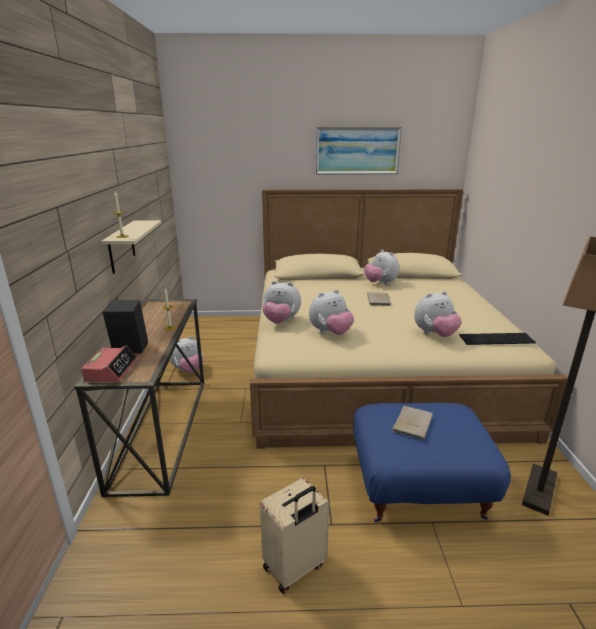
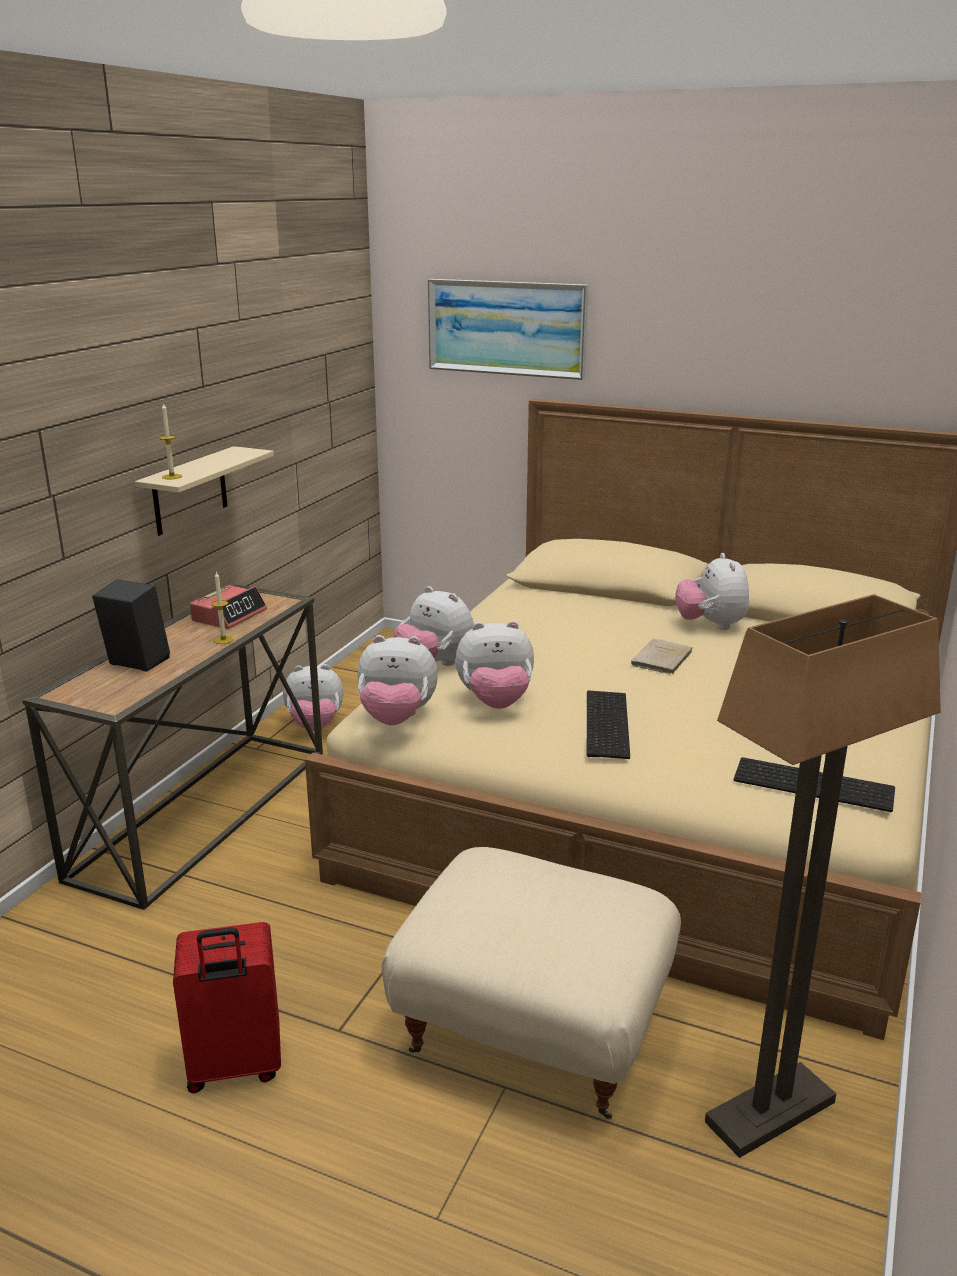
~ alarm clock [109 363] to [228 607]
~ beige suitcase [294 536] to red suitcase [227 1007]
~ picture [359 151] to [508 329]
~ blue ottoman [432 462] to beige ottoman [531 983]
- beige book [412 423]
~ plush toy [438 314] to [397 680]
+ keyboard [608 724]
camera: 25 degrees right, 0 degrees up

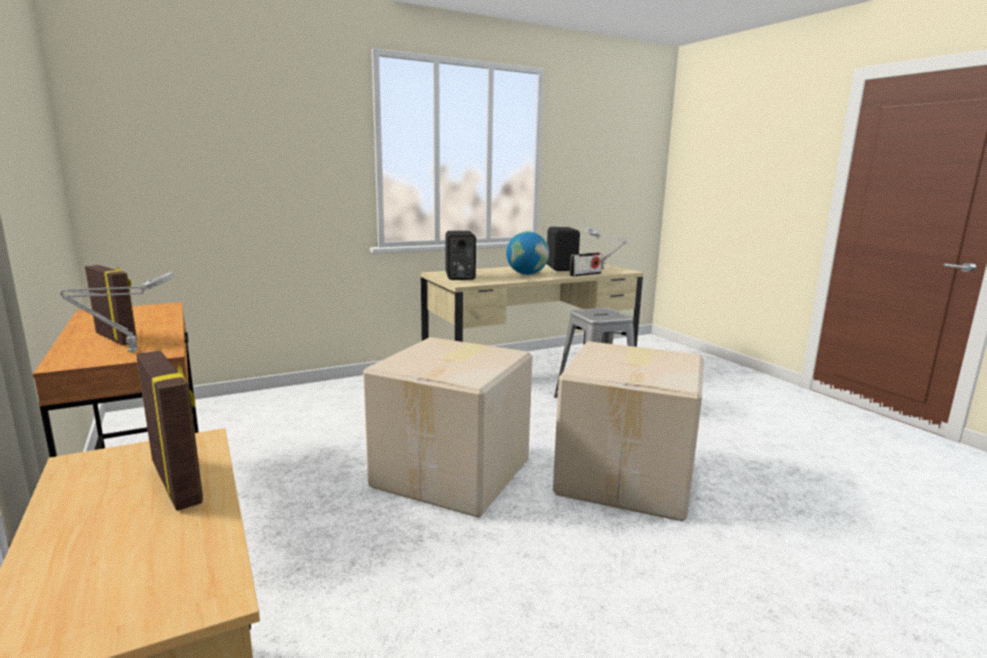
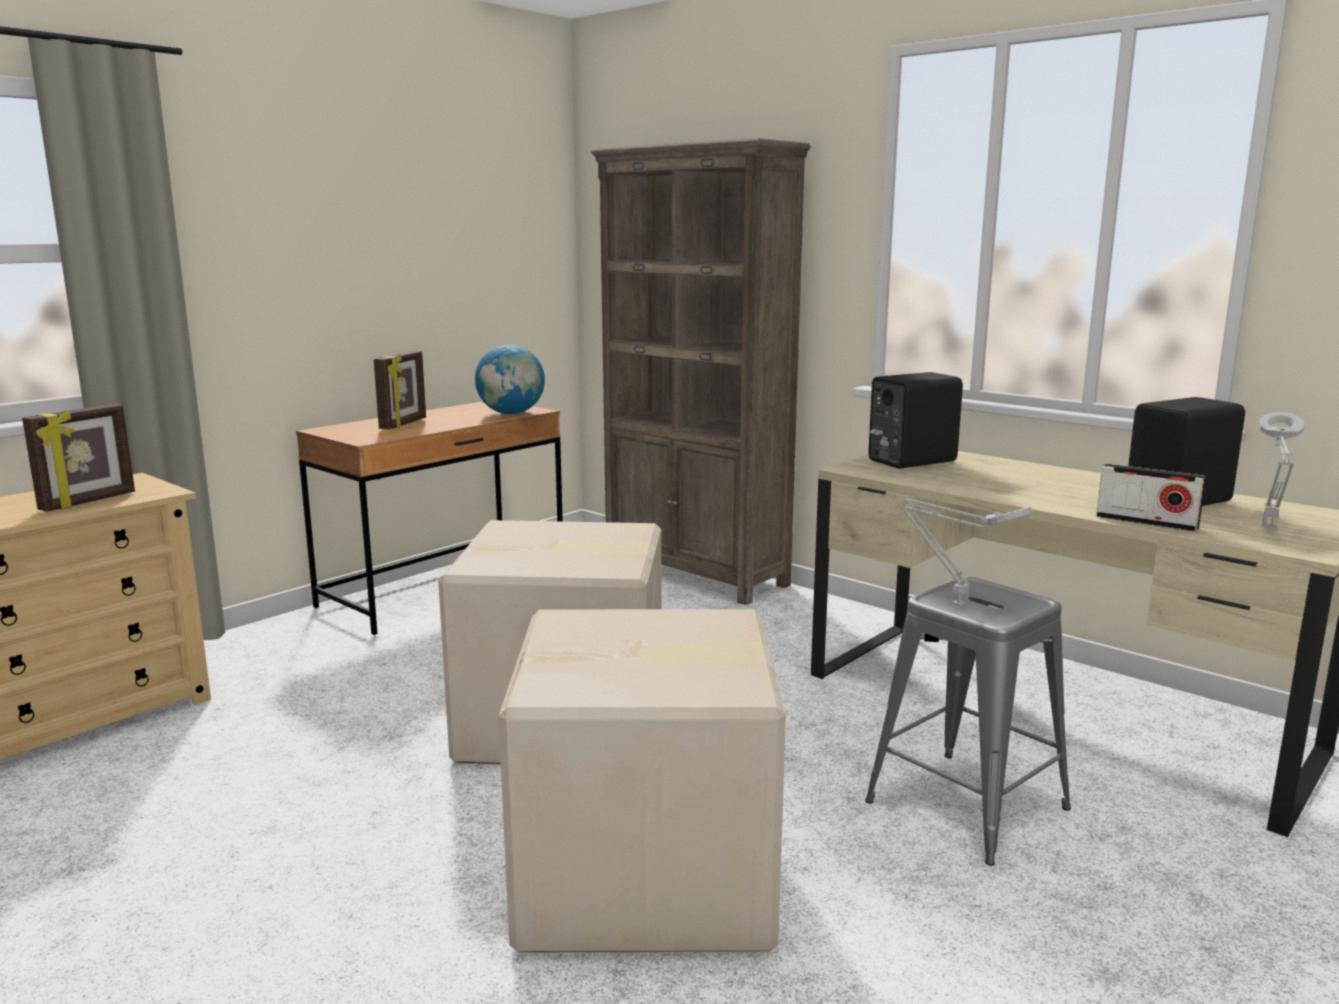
~ grey table lamp [117 312] to [967 552]
~ globe [527 253] to [510 379]
+ brown bookcase [701 371]
camera: 70 degrees right, 0 degrees up

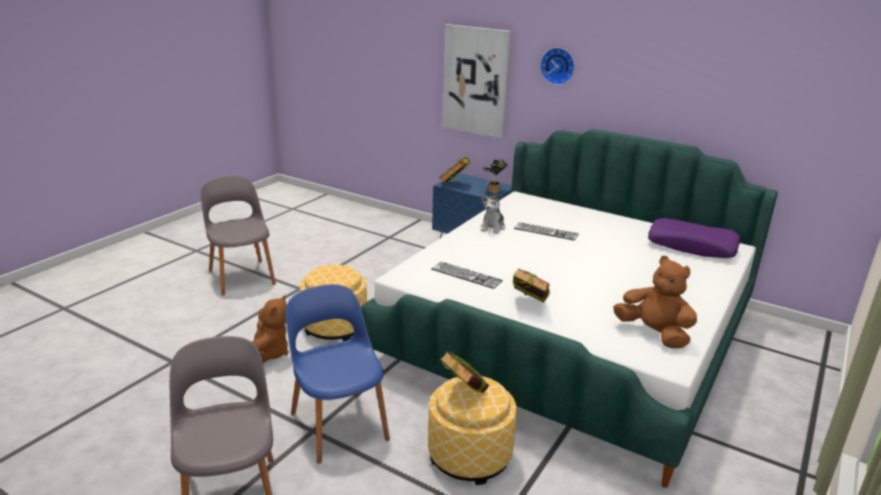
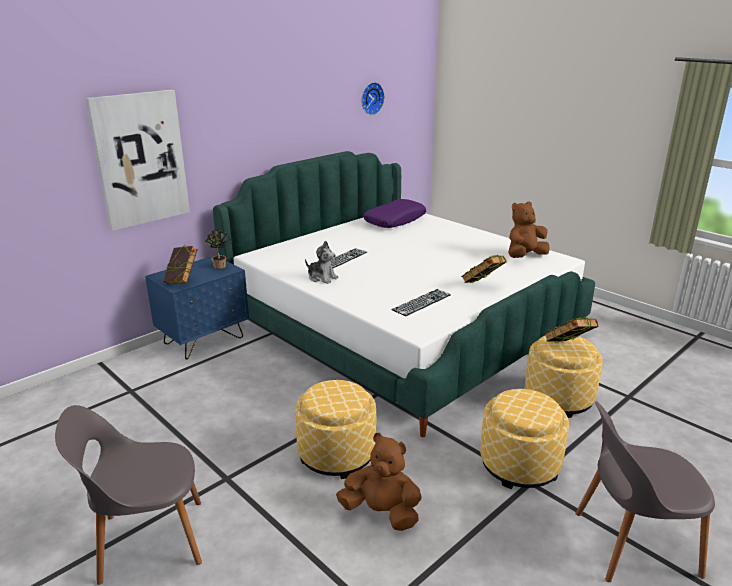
~ blue chair [337 374] to ottoman [524 439]
~ wall clock [557 66] to [373 98]
camera: 75 degrees left, 0 degrees up

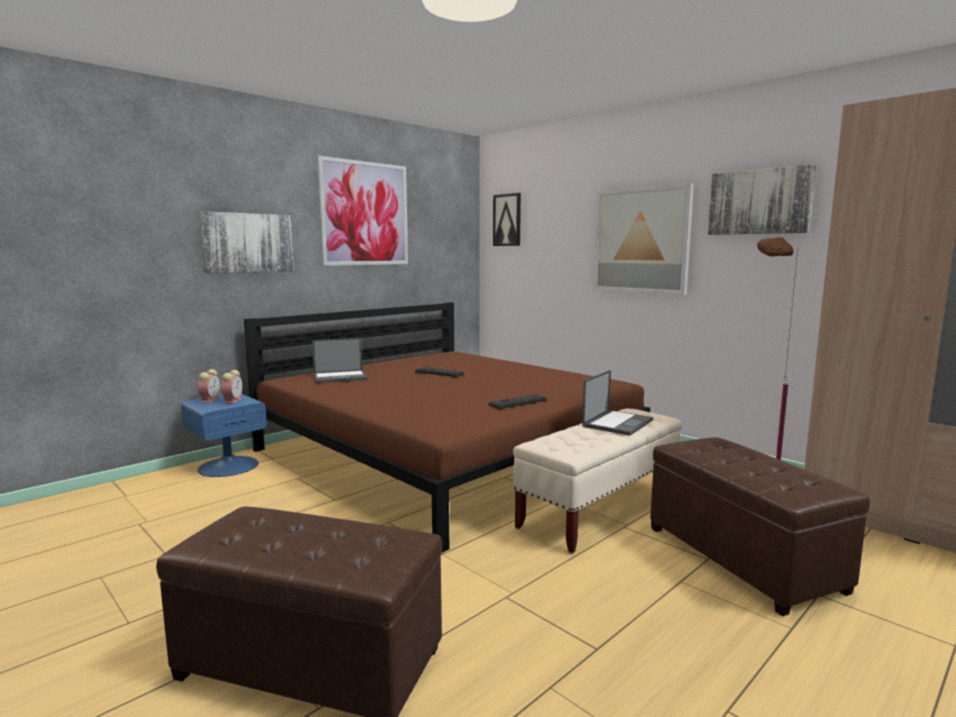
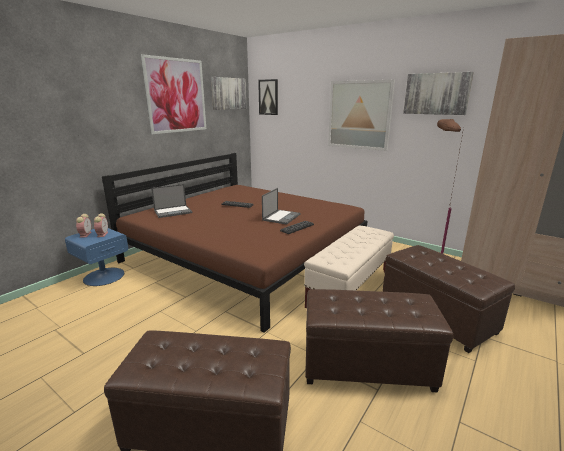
~ picture [246 242] to [229 93]
~ laptop [617 403] to [281 206]
+ brown ottoman [379 340]
camera: 10 degrees left, 10 degrees up

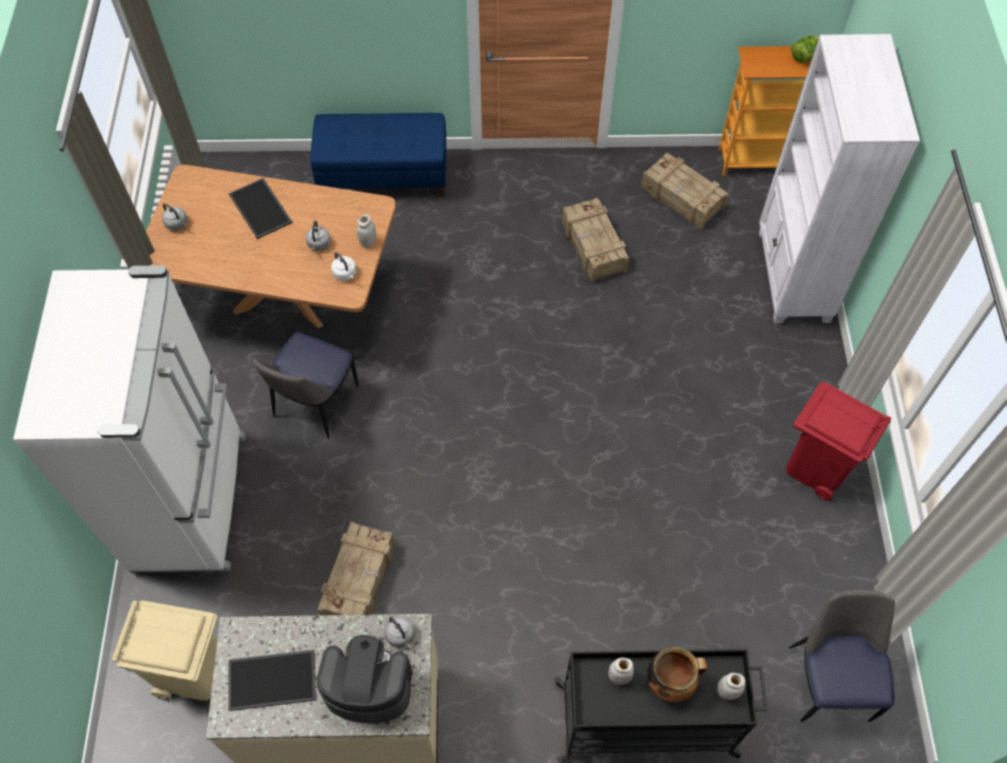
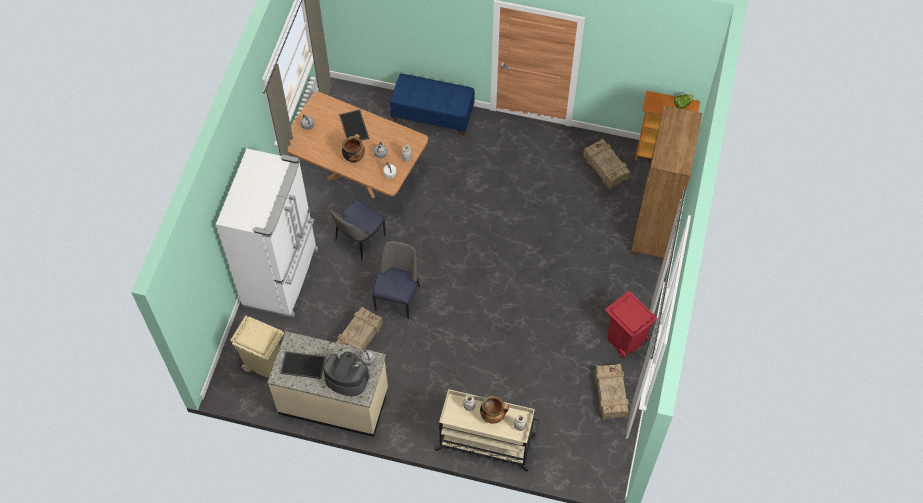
~ black cart [661 706] to beige cart [487 430]
~ crate [595 240] to [612 392]
~ white bookcase [839 179] to brown bookcase [667 183]
~ chair [842 656] to [396 280]
+ cooking pot [353 148]
camera: 15 degrees right, 0 degrees up

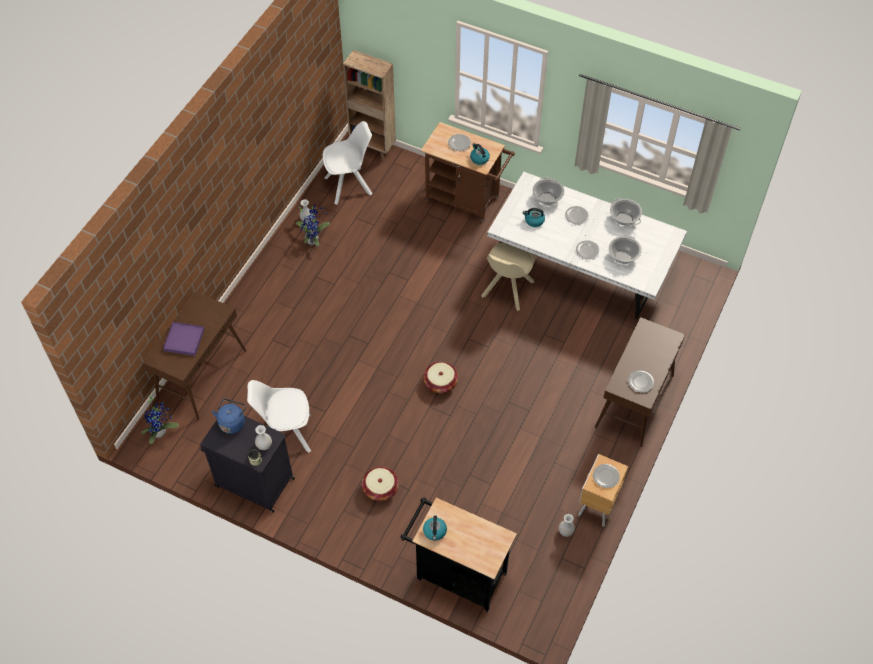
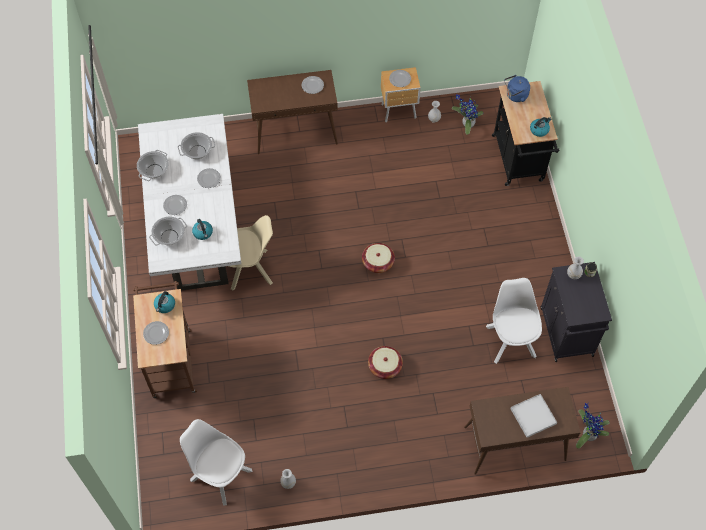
~ purple tray [183 339] to white tray [533 416]
~ blue kettle [229 416] to [517 88]
~ white chair [279 416] = [514 321] 150 degrees counterclockwise
~ potted plant [313 225] to [467 114]
- brown bookcase [369 105]
~ basket [380 484] to [385 362]
camera: 125 degrees left, 5 degrees up

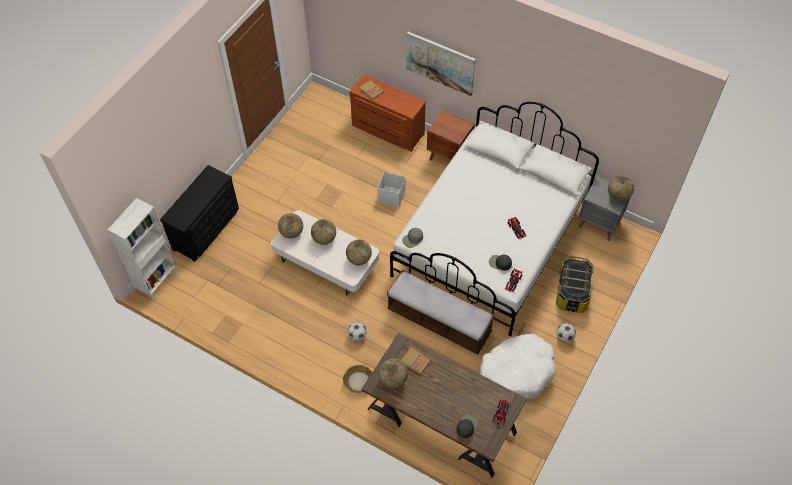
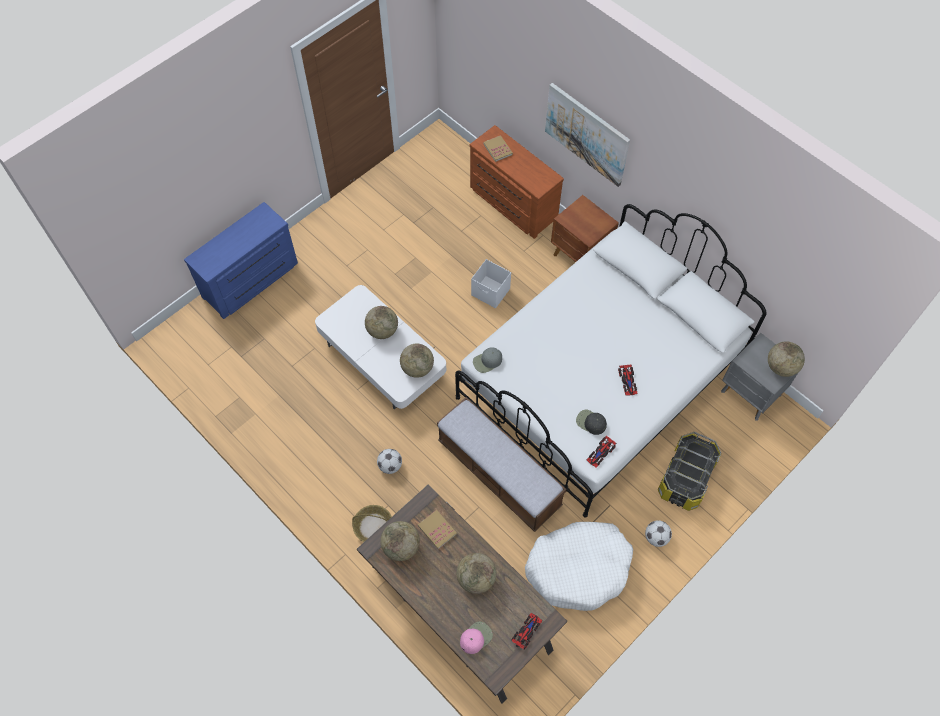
- white bookcase [142 249]
~ black dresser [199 213] to blue dresser [241 260]
~ globe [290 225] to [477 573]
~ black cap [467 426] to pink cap [476 637]
camera: 15 degrees right, 5 degrees up

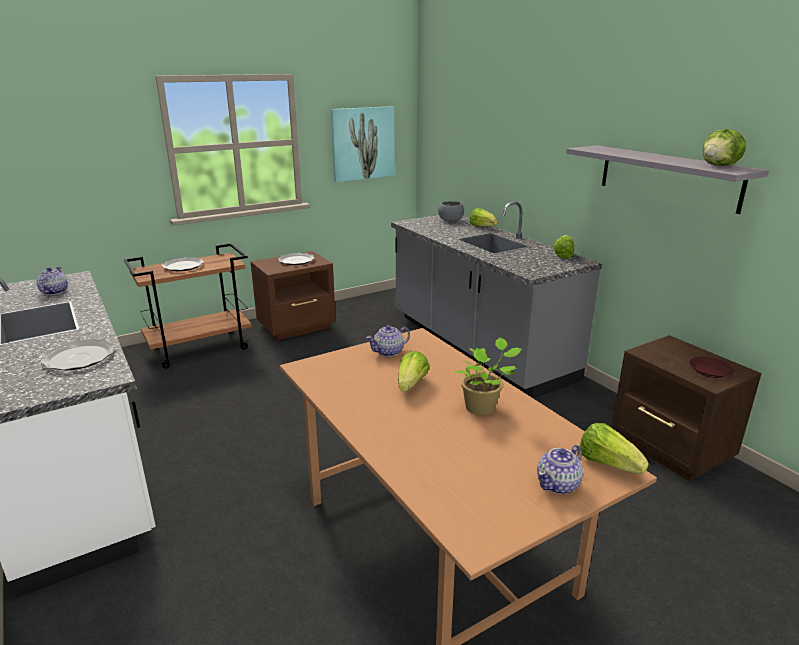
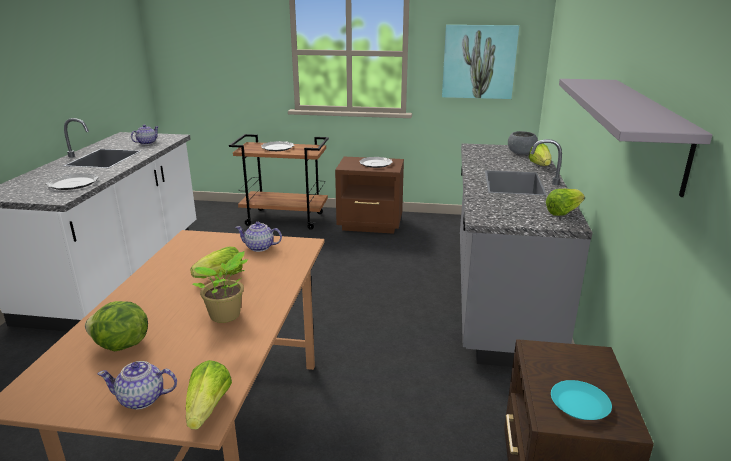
~ brown plate [711 367] to turquoise plate [581 400]
~ lettuce [724 147] to [116 326]
camera: 40 degrees right, 0 degrees up

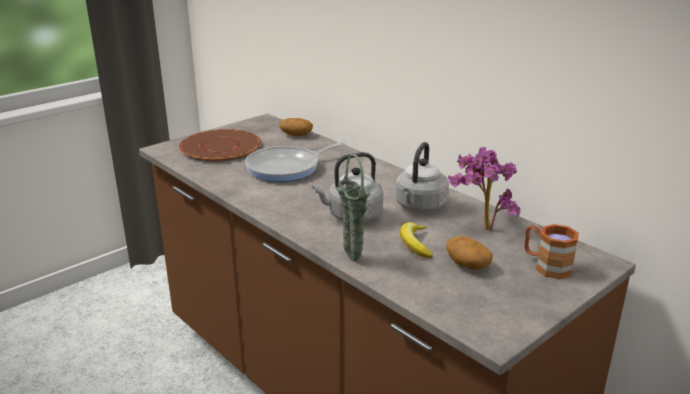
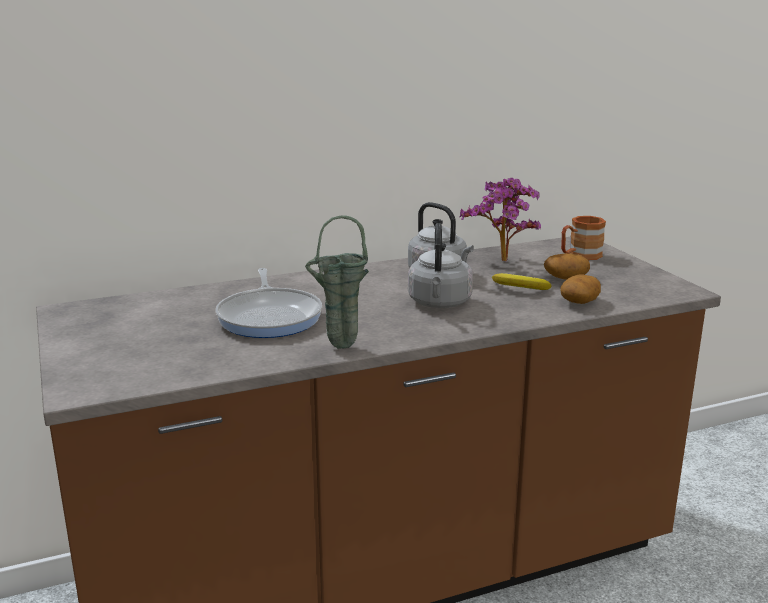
- brown plate [220 145]
~ potato [296 127] to [580 289]
~ green vase [353 207] to [337 282]
camera: 70 degrees left, 5 degrees down

